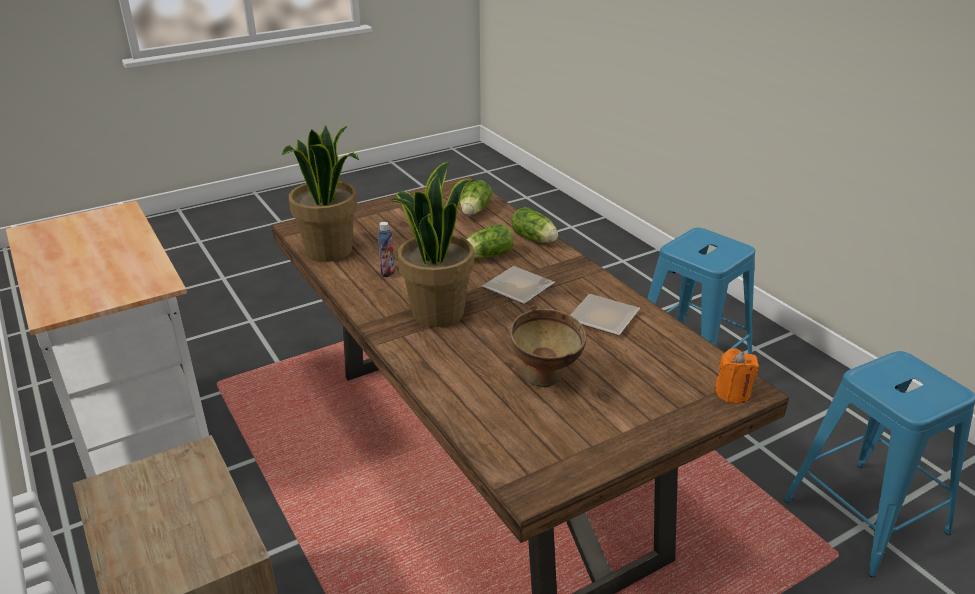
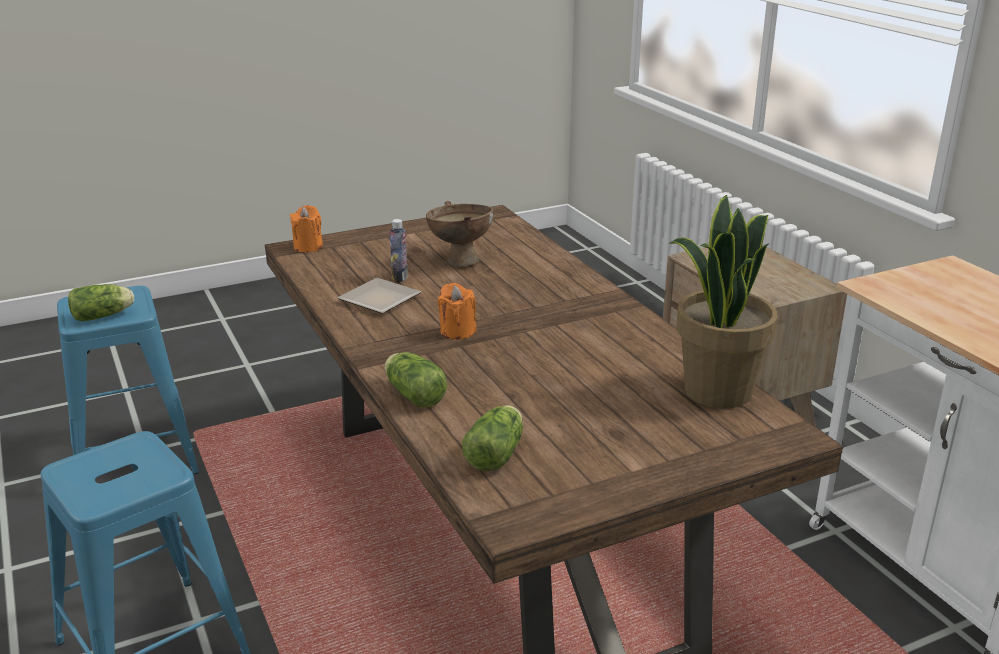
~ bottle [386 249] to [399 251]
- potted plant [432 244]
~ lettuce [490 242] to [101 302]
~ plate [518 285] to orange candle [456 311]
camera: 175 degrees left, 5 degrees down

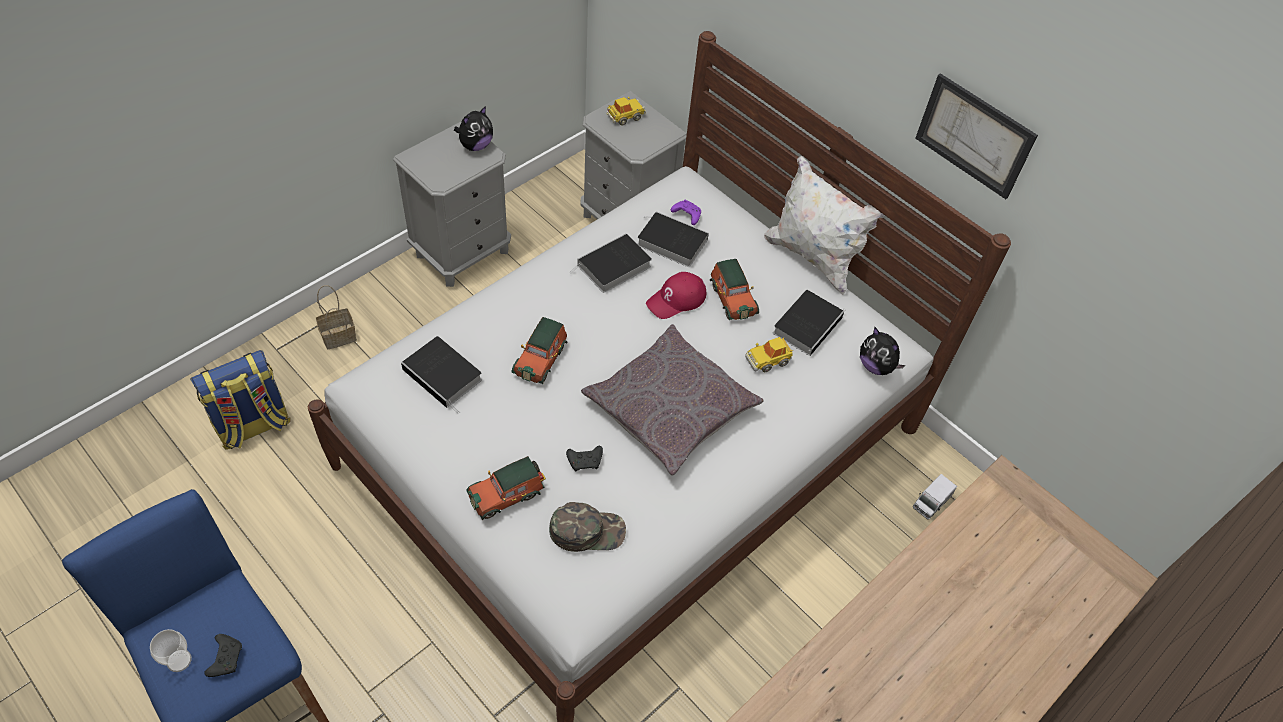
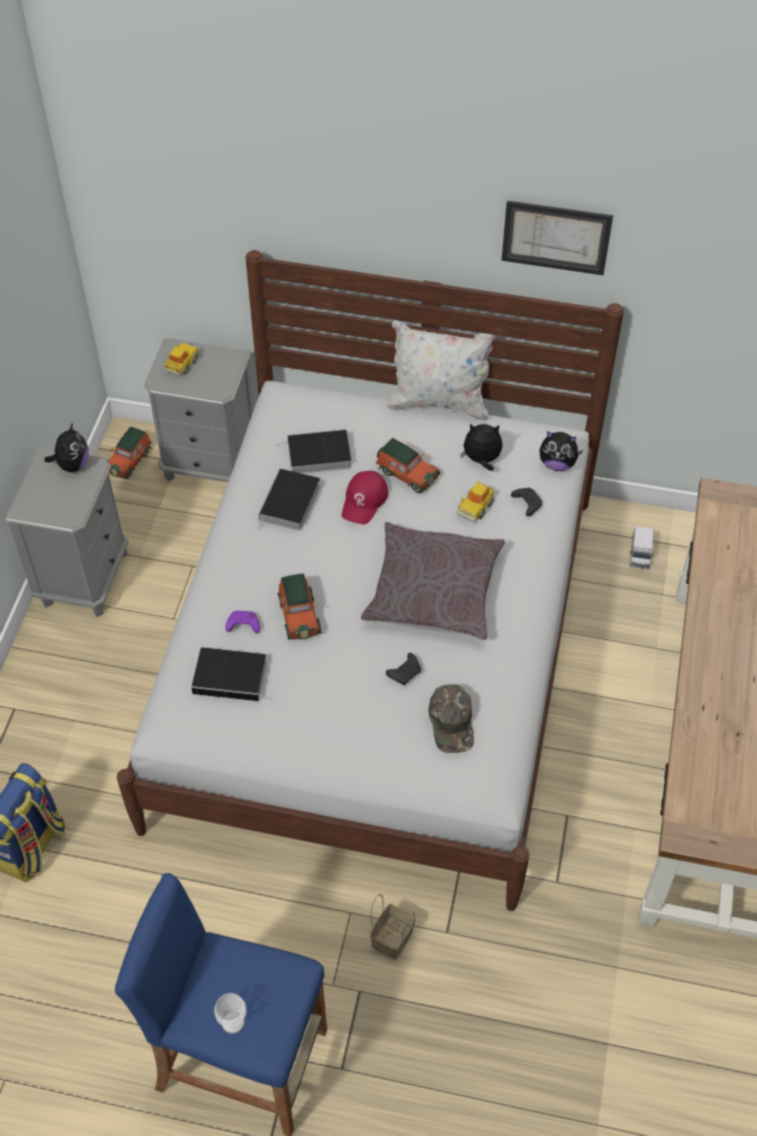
~ black game controller [223 655] to [526 502]
~ basket [336 317] to [392 927]
~ toy car [506 488] to [129 453]
~ green cap [587 527] = [451 718] 120 degrees clockwise
~ purple game controller [686 212] to [242 622]
~ book [809 323] to plush toy [481 447]
camera: 30 degrees left, 0 degrees up

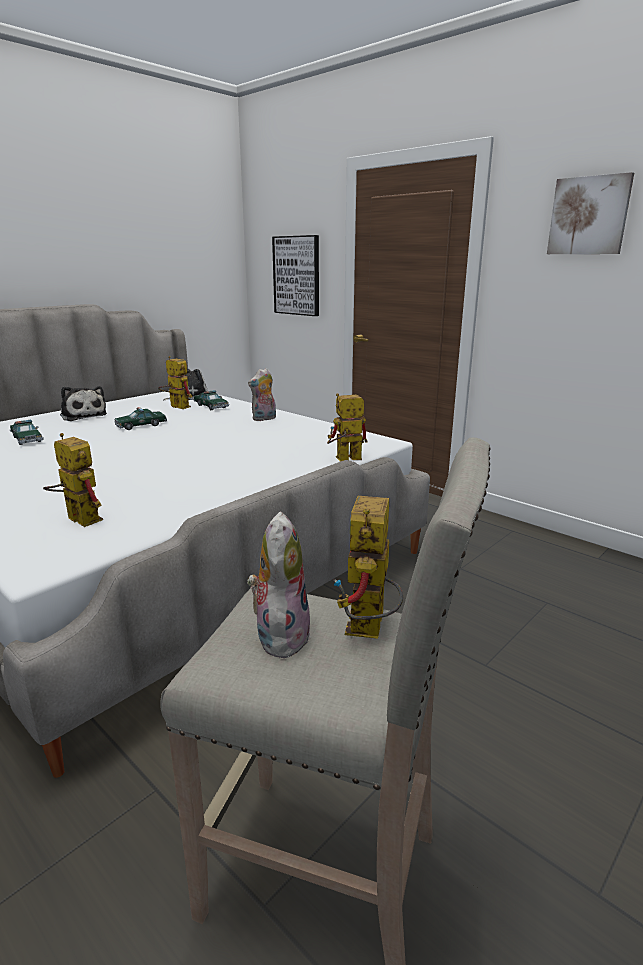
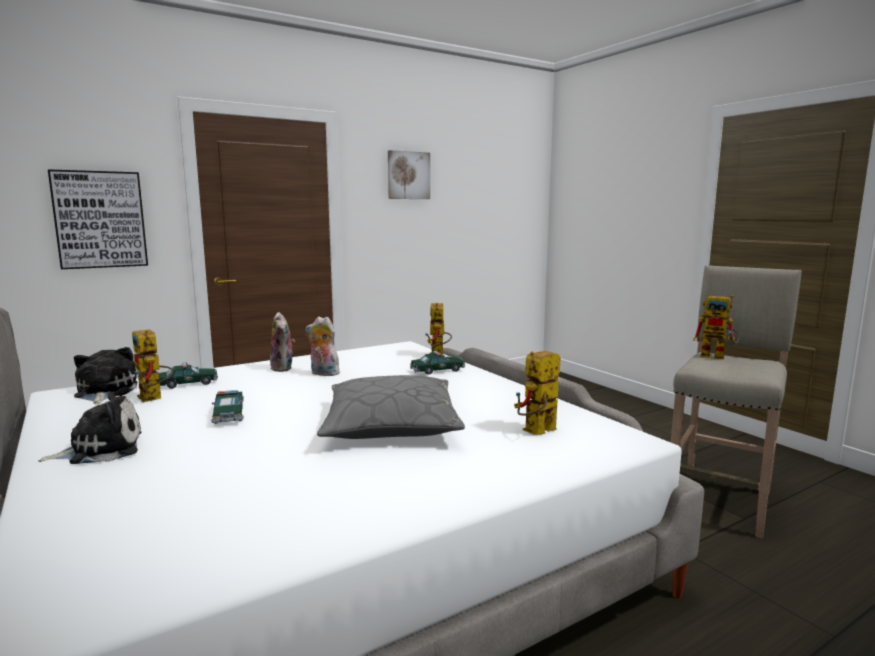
~ toy car [27 432] to [437 363]
~ toy robot [175 382] = [152 365] 90 degrees counterclockwise
~ plush toy [278 585] to [323 346]
+ grey pillow [391 407]
camera: 75 degrees left, 10 degrees down

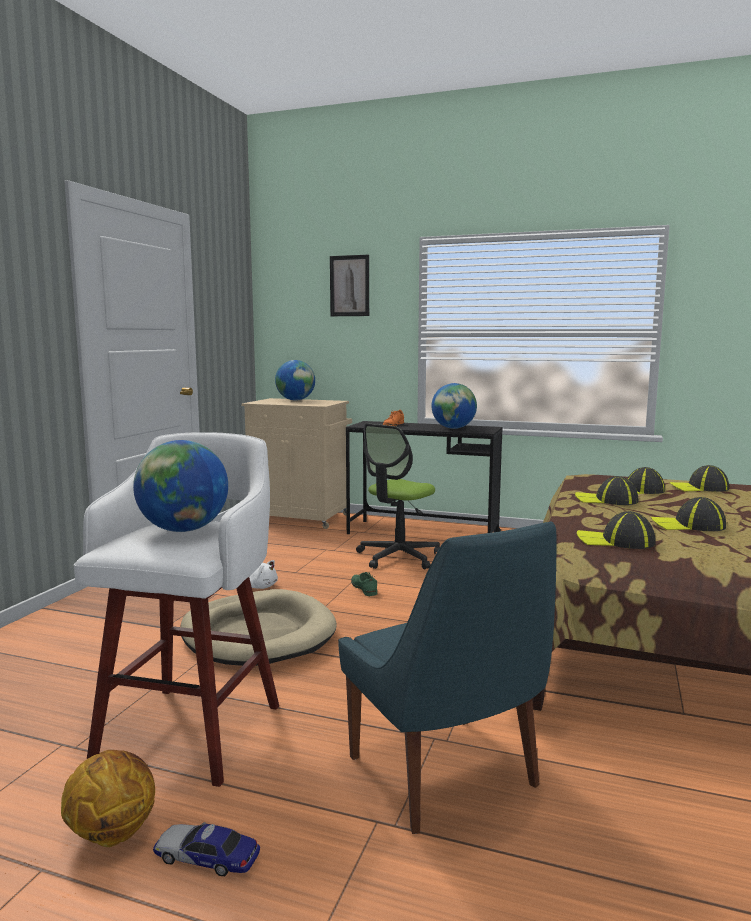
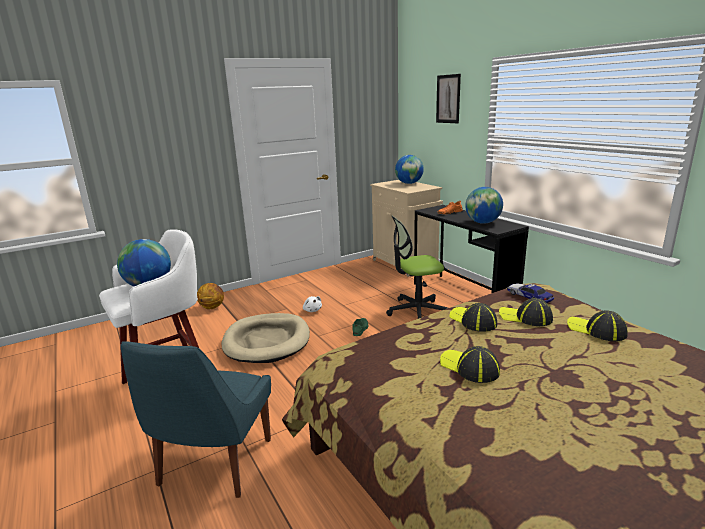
~ basketball [108 798] to [210 296]
~ toy car [206 849] to [530 293]
- cap [616 530]
camera: 40 degrees right, 10 degrees up

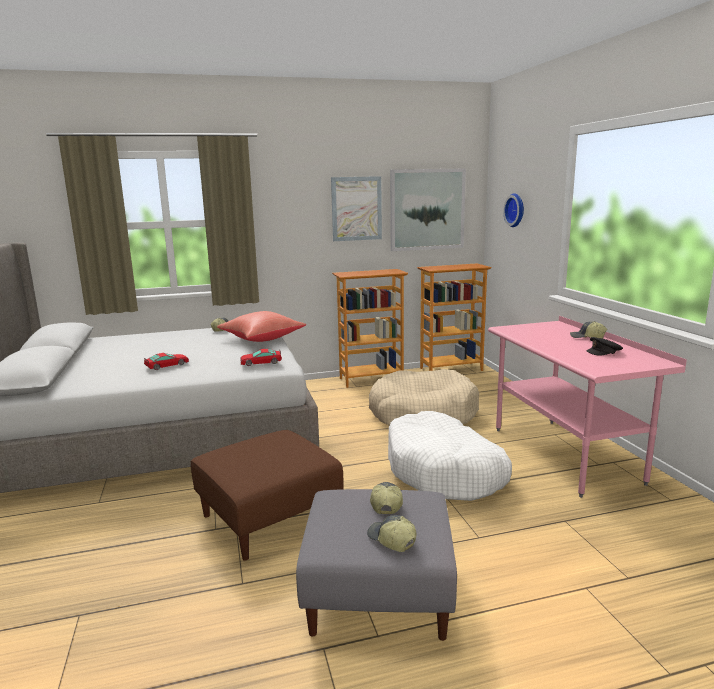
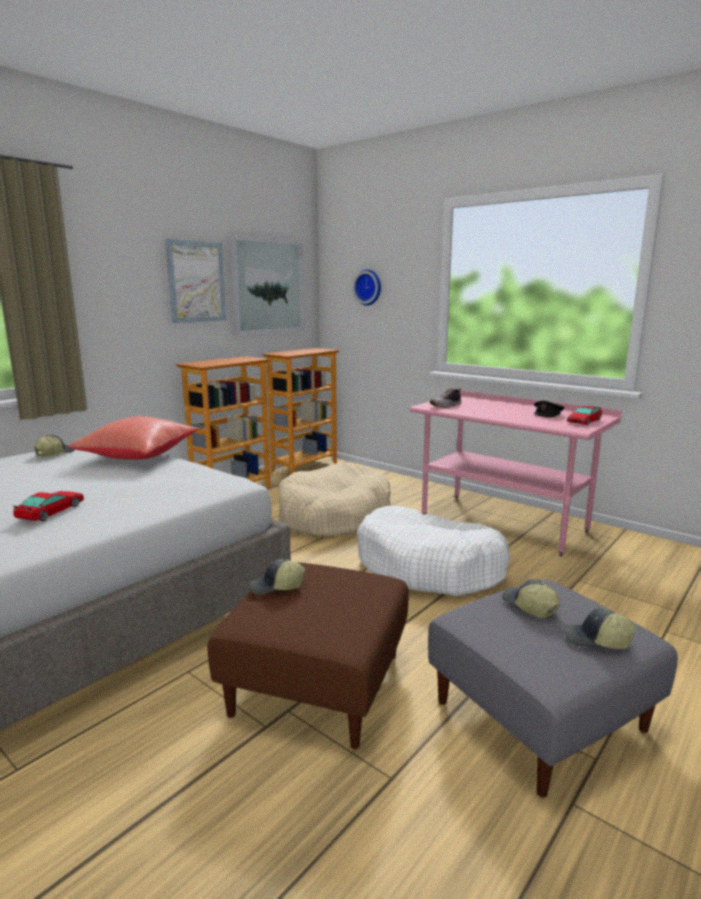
~ toy car [261 357] to [584 415]
~ cap [588 330] to [277 577]
+ shoe [445 398]
camera: 35 degrees left, 0 degrees up

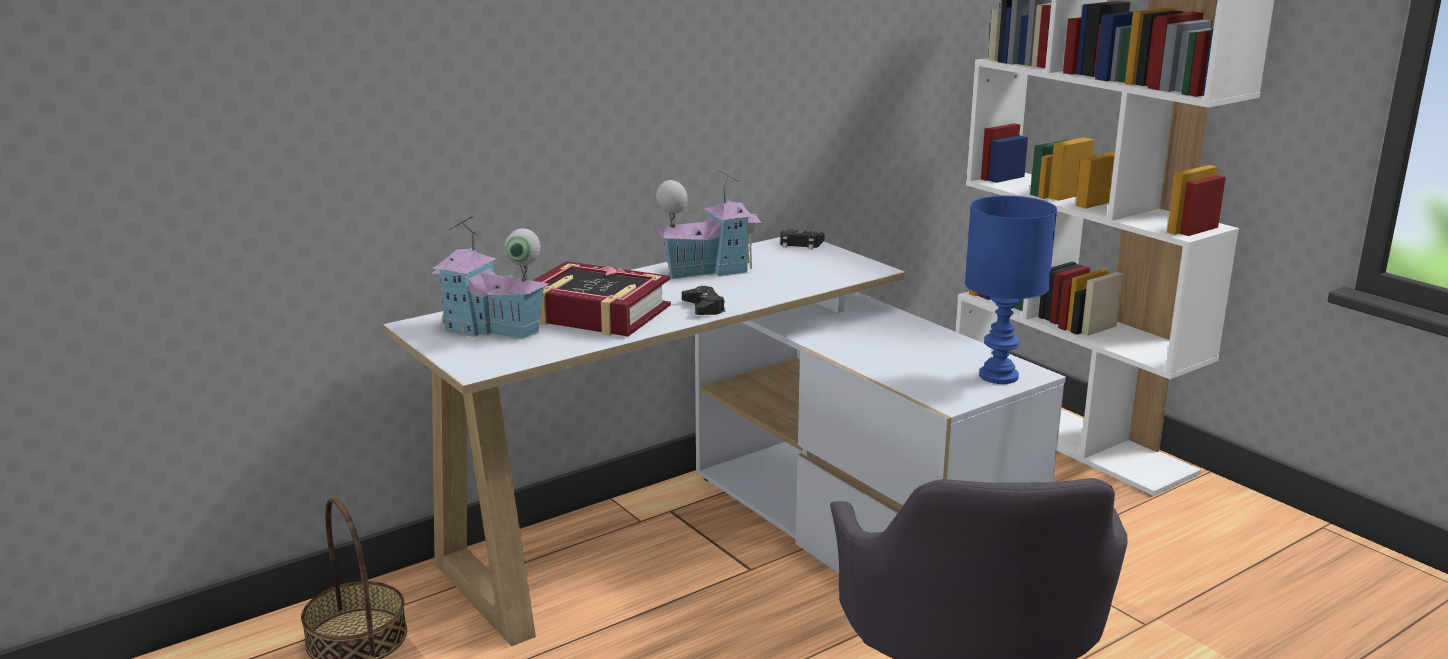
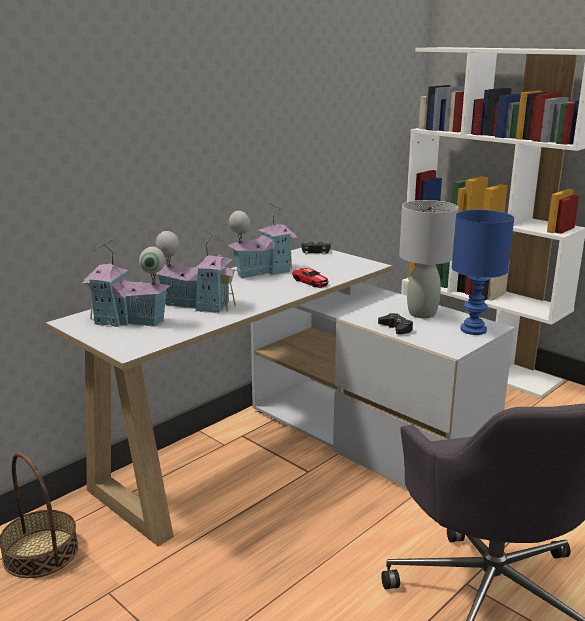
~ book [602 298] to toy house [196 271]
~ black game controller [703 300] to [395 323]
+ toy car [310 278]
+ grey table lamp [428 259]
camera: 10 degrees left, 0 degrees up

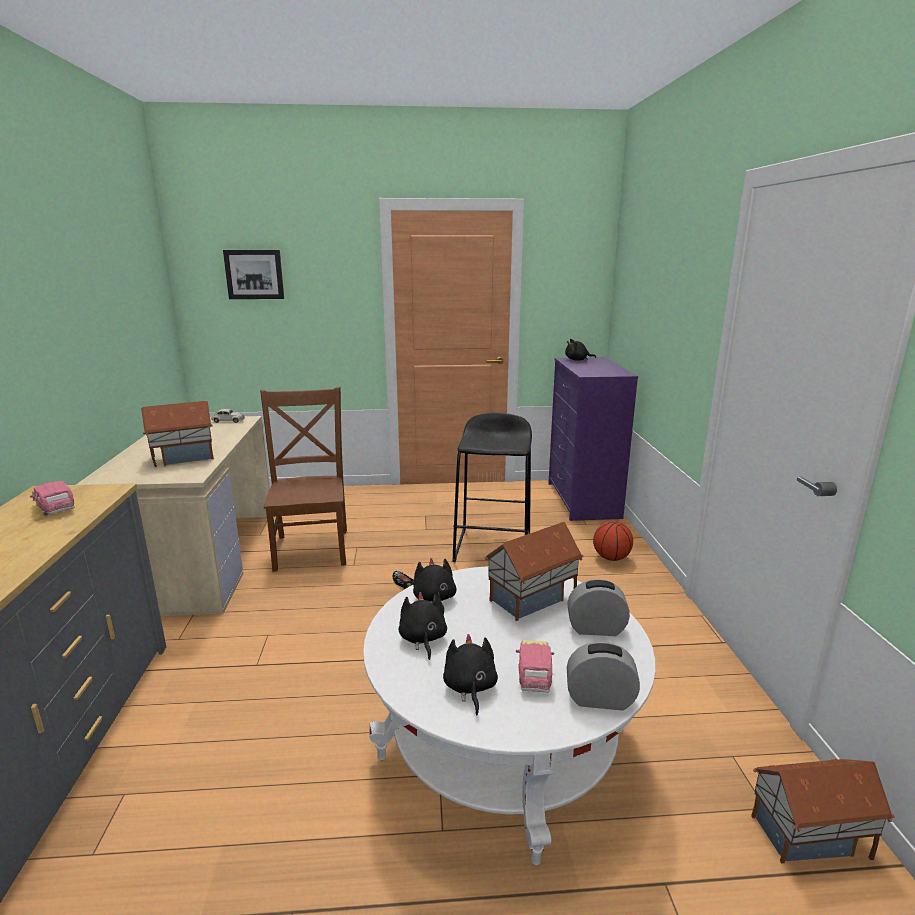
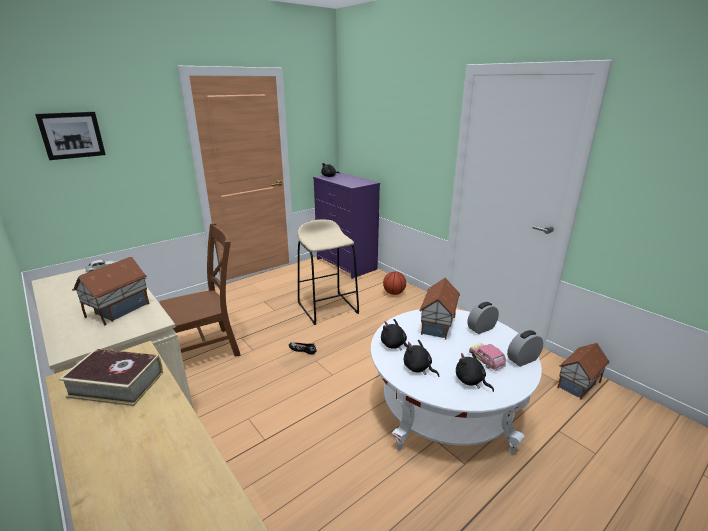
~ toy car [52 498] to book [111 377]
~ brown chair [303 479] = [199 290] 105 degrees clockwise
~ black stool [492 487] to beige stool [328 272]
camera: 35 degrees left, 5 degrees up

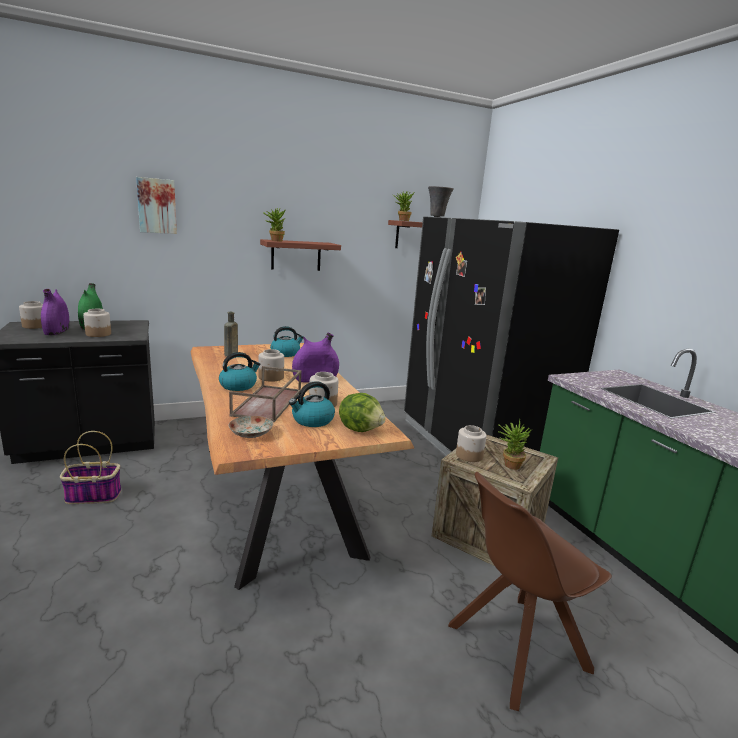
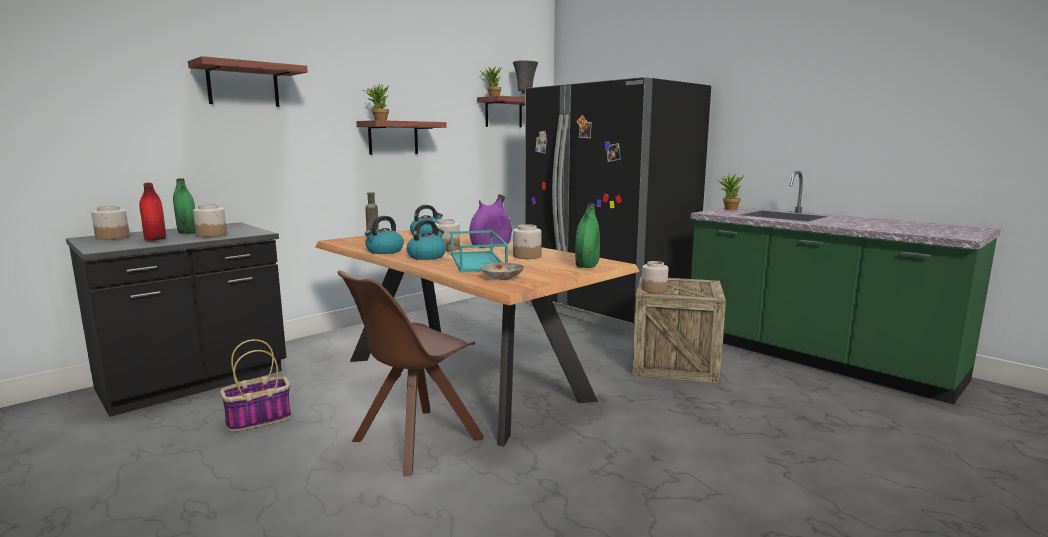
~ purple vase [55 312] to red vase [152 211]
~ picture [156 205] to shelf [248 81]
~ brown tray [265 394] to turquoise tray [479 251]
~ kettle [312 404] to [384 235]
~ lettuce [362 412] to green vase [587 235]
~ brown chair [530 591] to [411 373]
~ potted plant [515 444] to [729 192]
camera: 20 degrees left, 5 degrees down

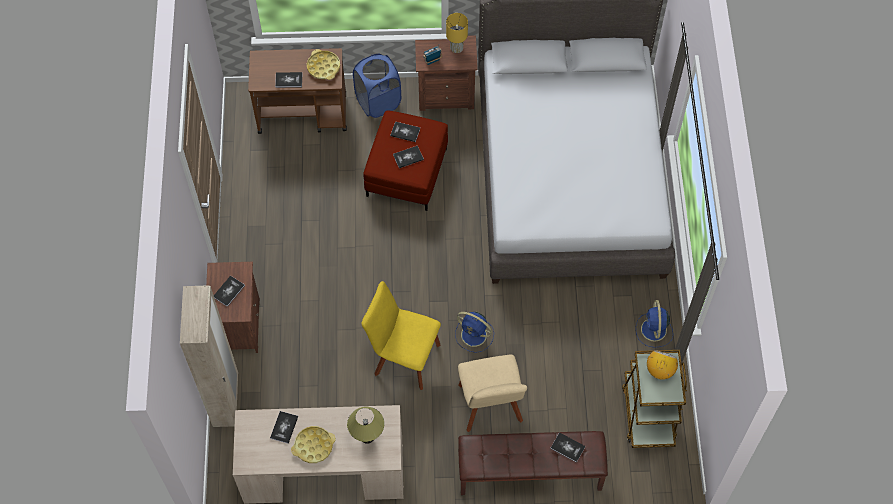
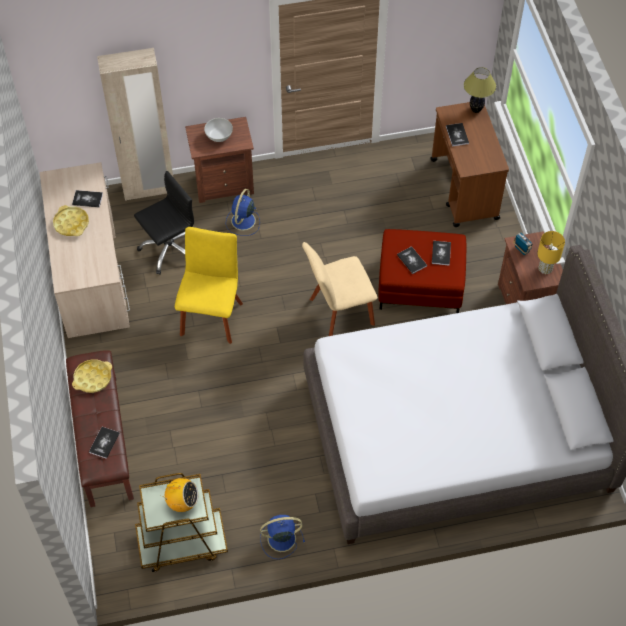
~ book [229 291] to white bowl [218 130]
~ yellow tray [323 64] to [92 376]
~ table lamp [365 425] to [480 90]
- blue laundry basket [377 86]
~ blue fan [474 332] to [243 212]
~ beige chair [492 393] to [339 289]
+ black office chair [164 223]
camera: 80 degrees right, 5 degrees down

